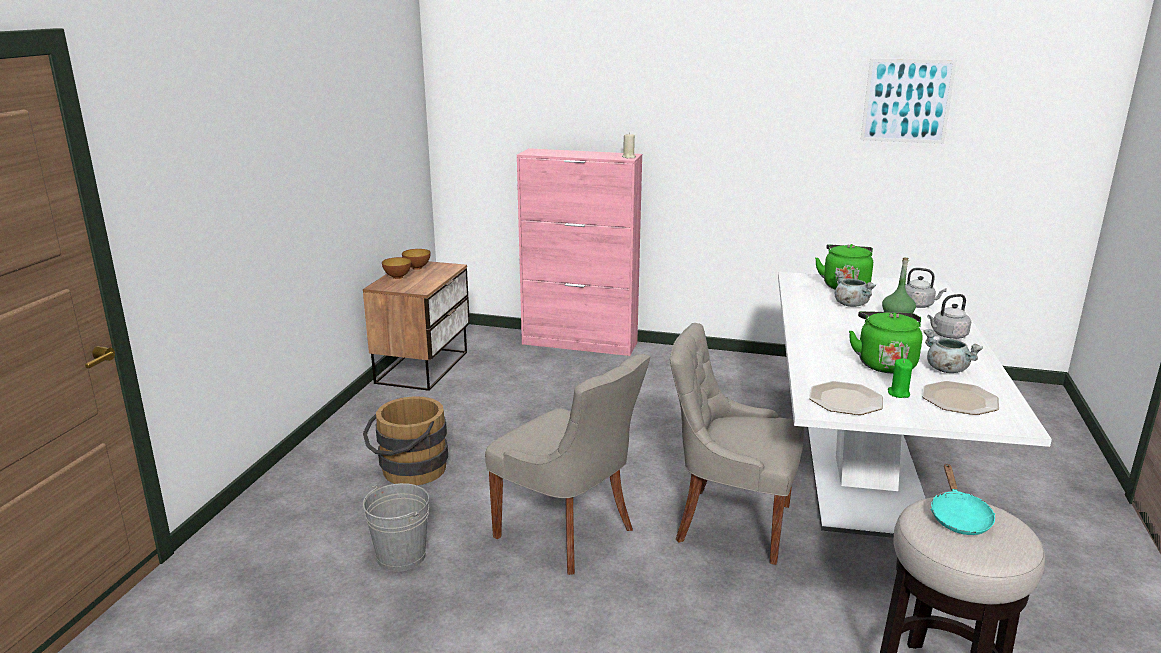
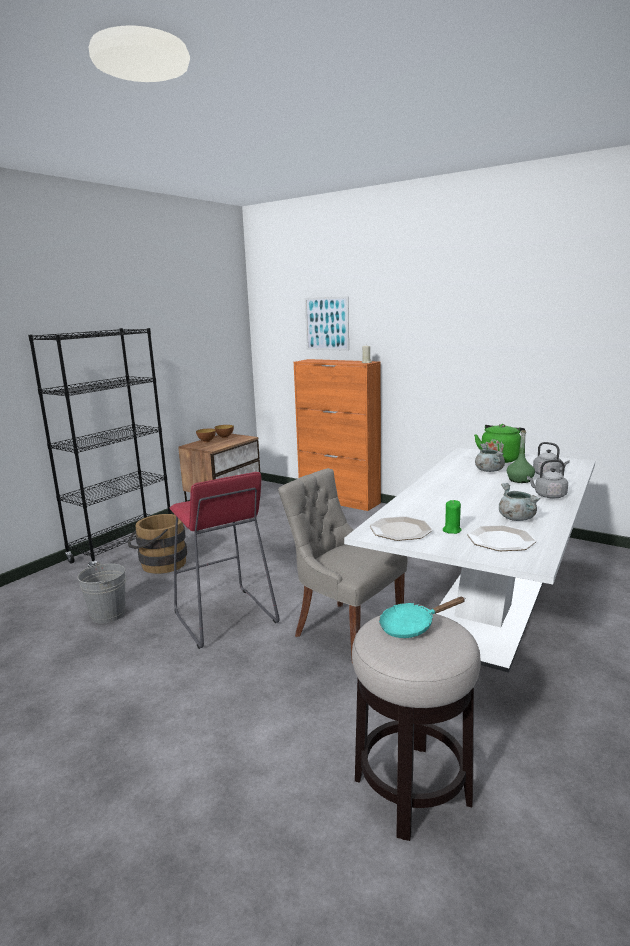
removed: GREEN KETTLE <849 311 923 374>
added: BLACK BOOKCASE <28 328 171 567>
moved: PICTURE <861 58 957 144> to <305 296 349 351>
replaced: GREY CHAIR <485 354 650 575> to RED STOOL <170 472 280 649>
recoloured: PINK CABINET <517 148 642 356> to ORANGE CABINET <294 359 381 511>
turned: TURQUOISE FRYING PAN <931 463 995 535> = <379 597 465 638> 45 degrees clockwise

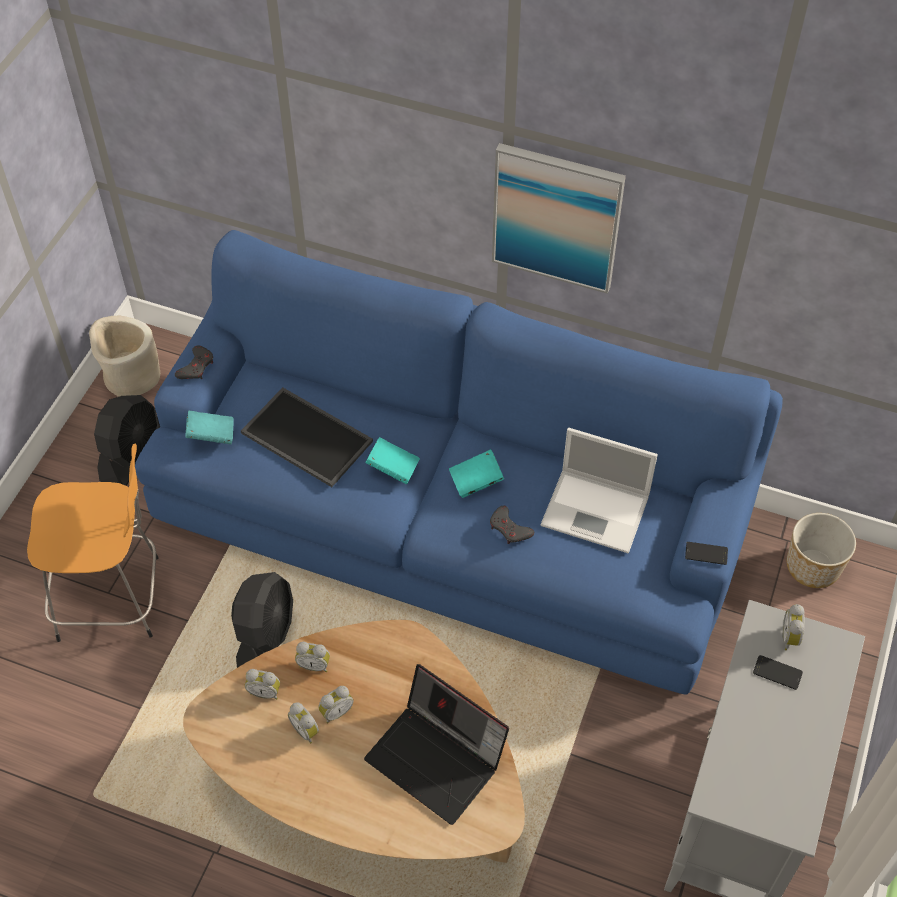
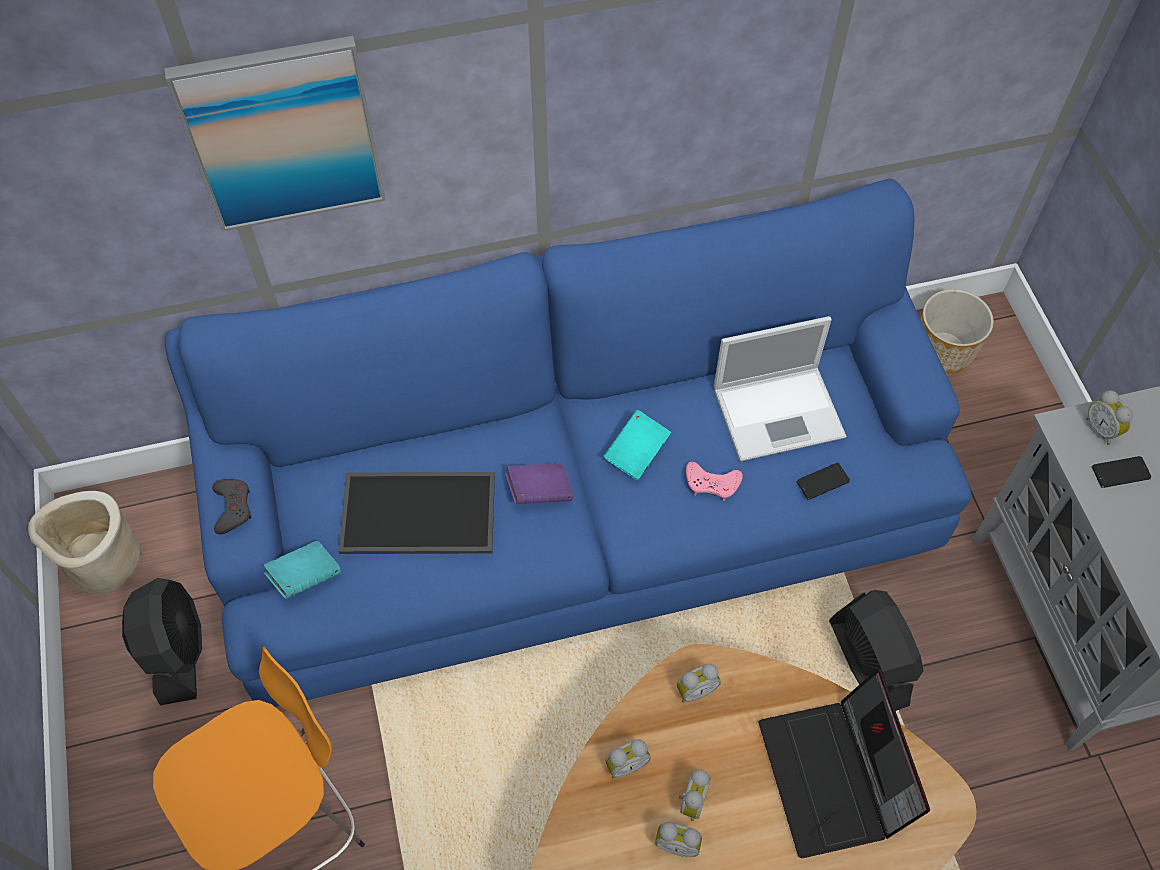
moved: PICTURE <492 143 626 294> to <164 36 386 231>; PHONE <685 542 728 565> to <797 463 850 500>; BLACK FAN <231 572 293 668> to <829 590 924 711>; ALARM CLOCK <245 669 280 700> to <677 664 721 703>
recoloured: TURQUOISE BOOK <366 437 420 484> to PURPLE BOOK <506 463 574 504>; GREY GAME CONTROLLER <490 505 534 544> to PINK GAME CONTROLLER <686 462 743 501>
turned: LAPTOP <364 664 509 825> = <758 669 930 858> 75 degrees clockwise

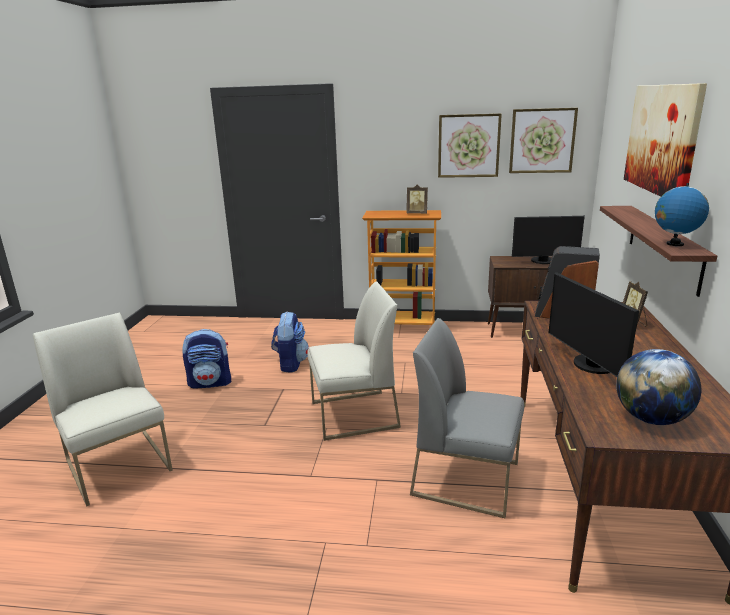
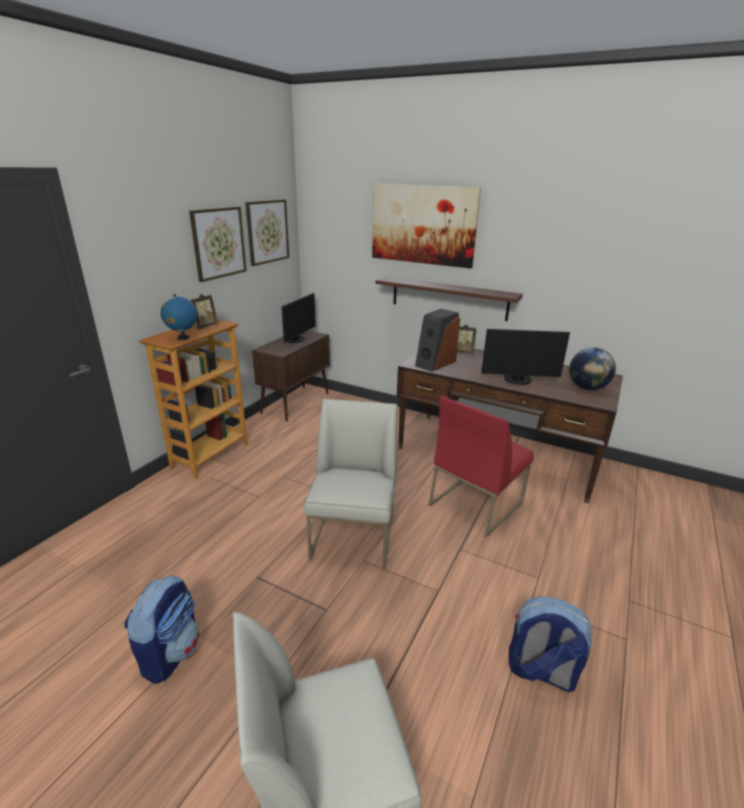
moved: GLOBE <655 183 709 246> to <161 294 198 340>; BACKPACK <271 312 309 373> to <509 597 592 692>
recoloured: GREY CHAIR <410 318 524 518> to RED CHAIR <428 396 534 537>

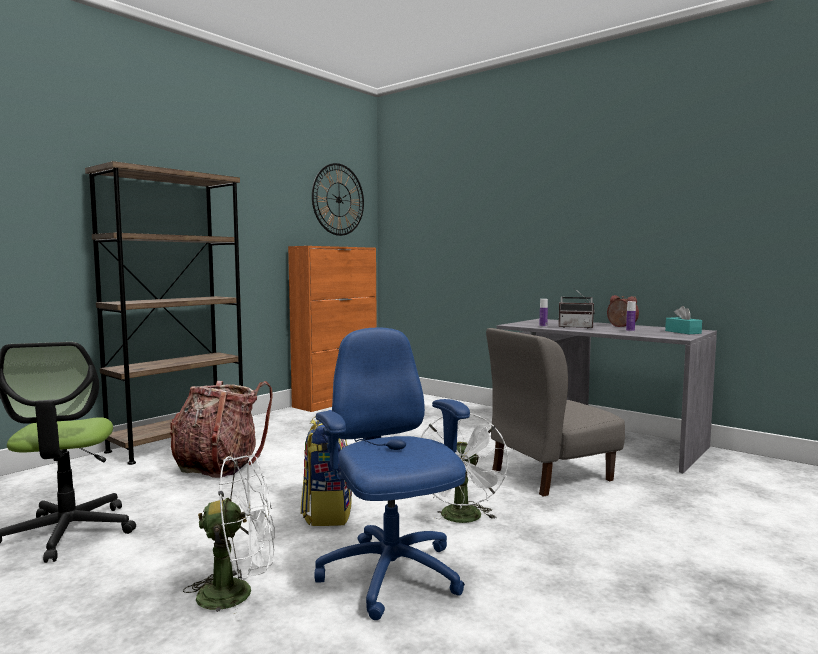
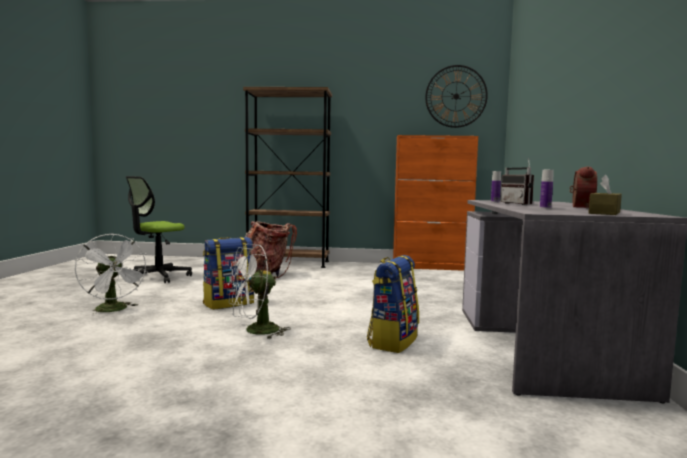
removed: BLUE OFFICE CHAIR <314 327 470 620>
replaced: GREY CHAIR <486 328 625 497> to BACKPACK <367 255 419 353>
recoloured: TURQUOISE TISSUE BOX <665 306 702 334> to BROWN TISSUE BOX <588 175 622 215>

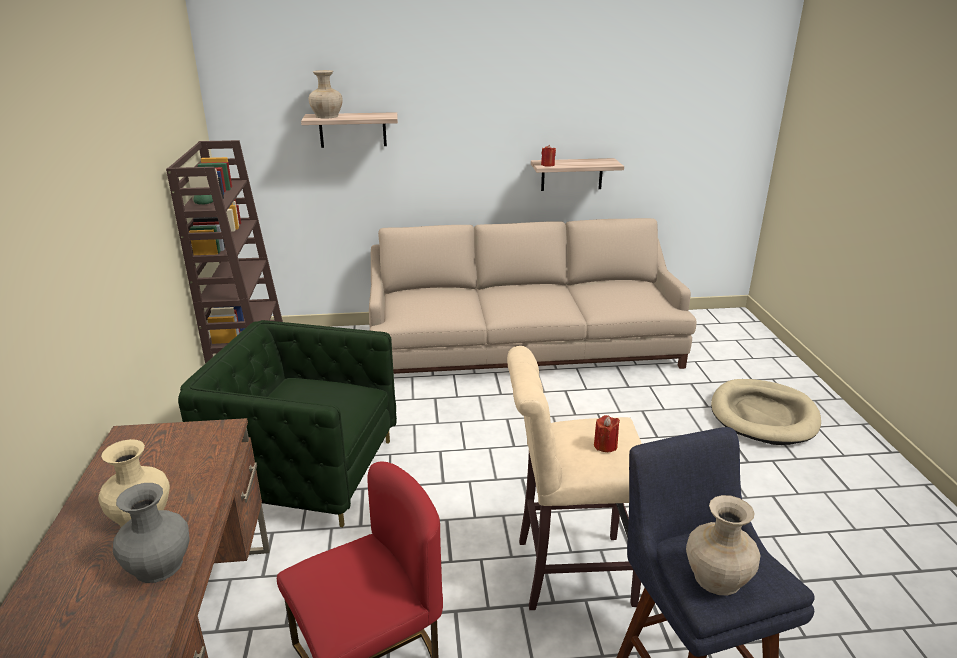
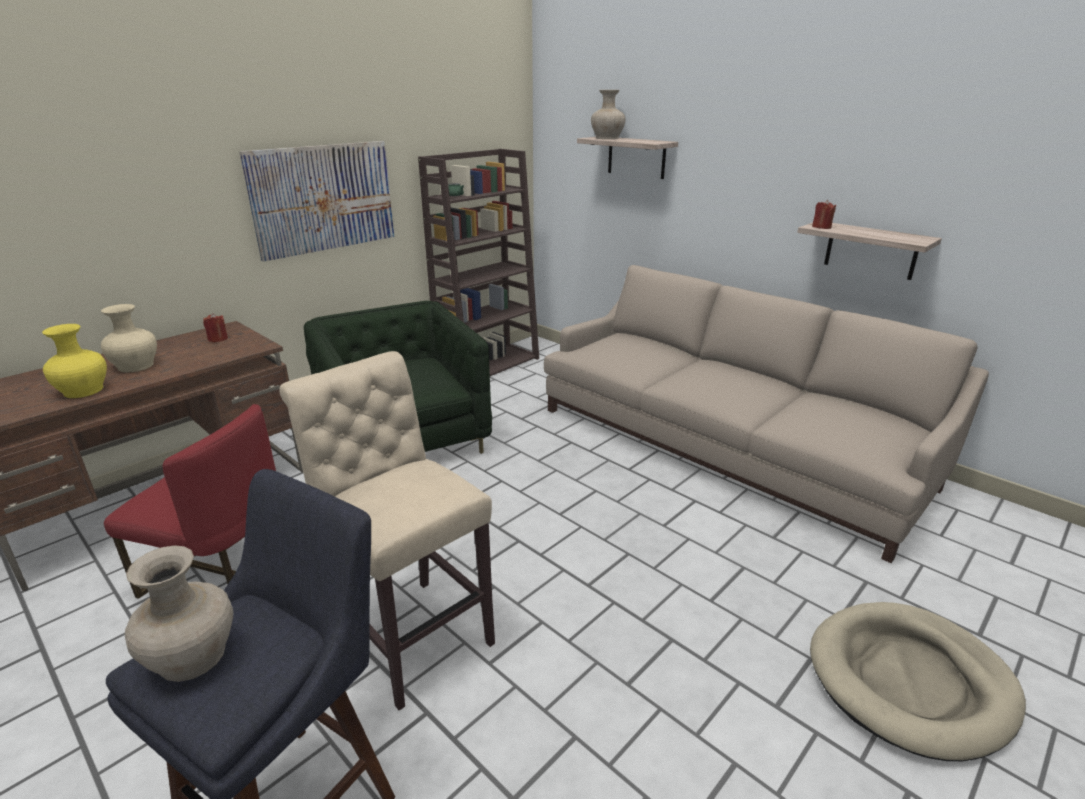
added: PICTURE <239 141 394 262>
moved: RED CANDLE <594 415 620 452> to <203 313 228 342>
recoloured: GREY VASE <113 483 190 583> to YELLOW VASE <42 324 107 398>

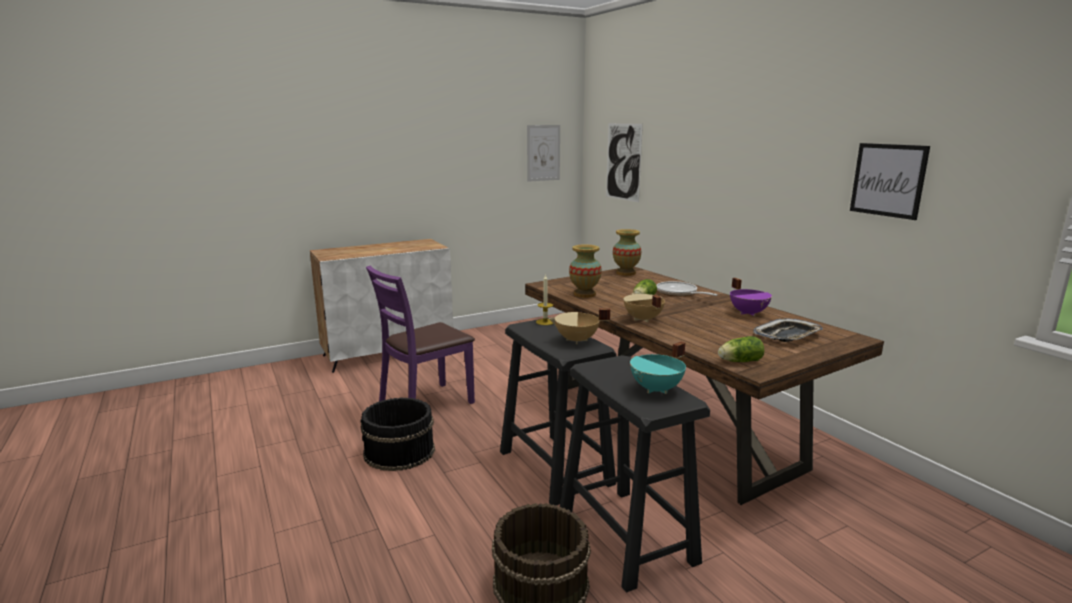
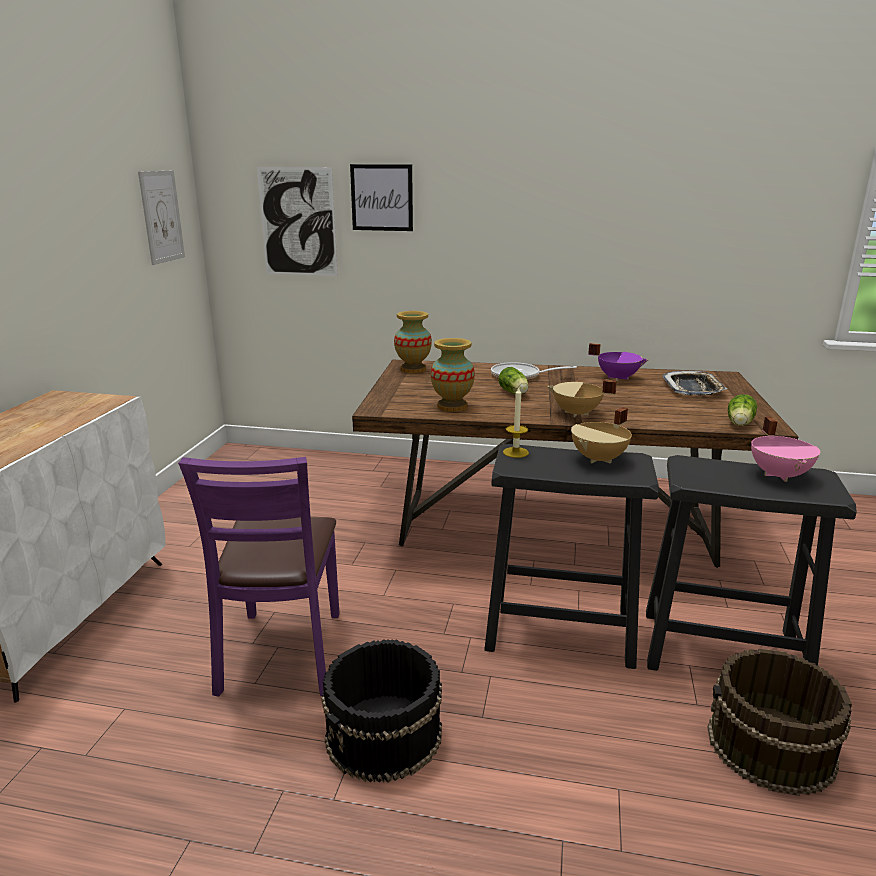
moved: PICTURE <850 143 930 220> to <350 164 413 231>
recoloured: TURQUOISE COOKING POT <630 342 686 394> to PINK COOKING POT <751 417 820 482>

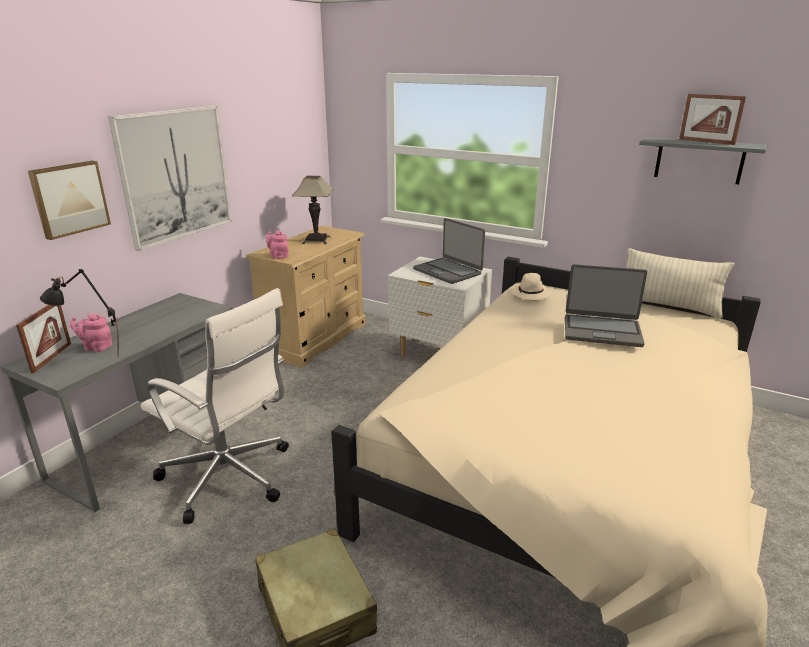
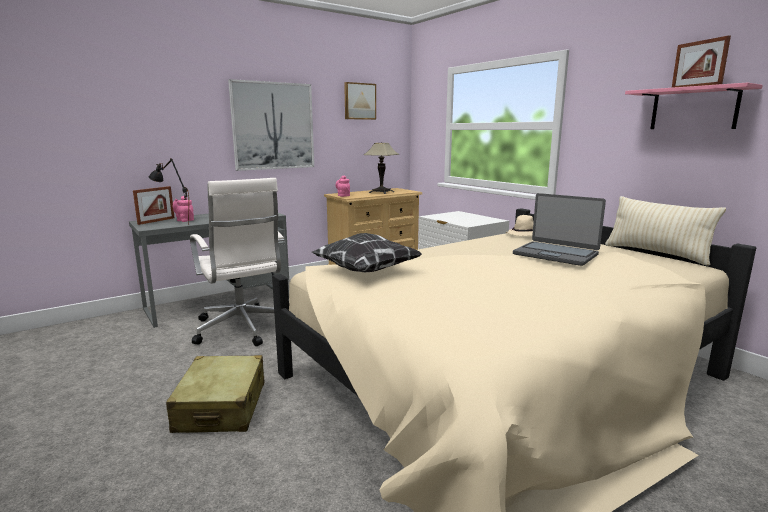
removed: LAPTOP <413 218 485 284>
added: PILLOW <312 233 422 272>
moved: PICTURE <28 161 111 240> to <344 82 376 120>
recoloured: GREY SHELF <639 137 766 184> to PINK SHELF <625 82 763 129>

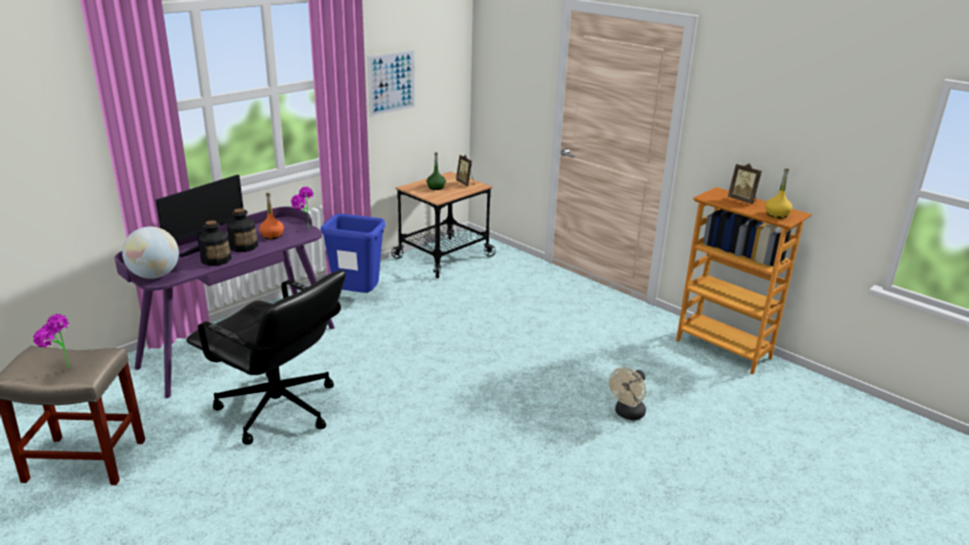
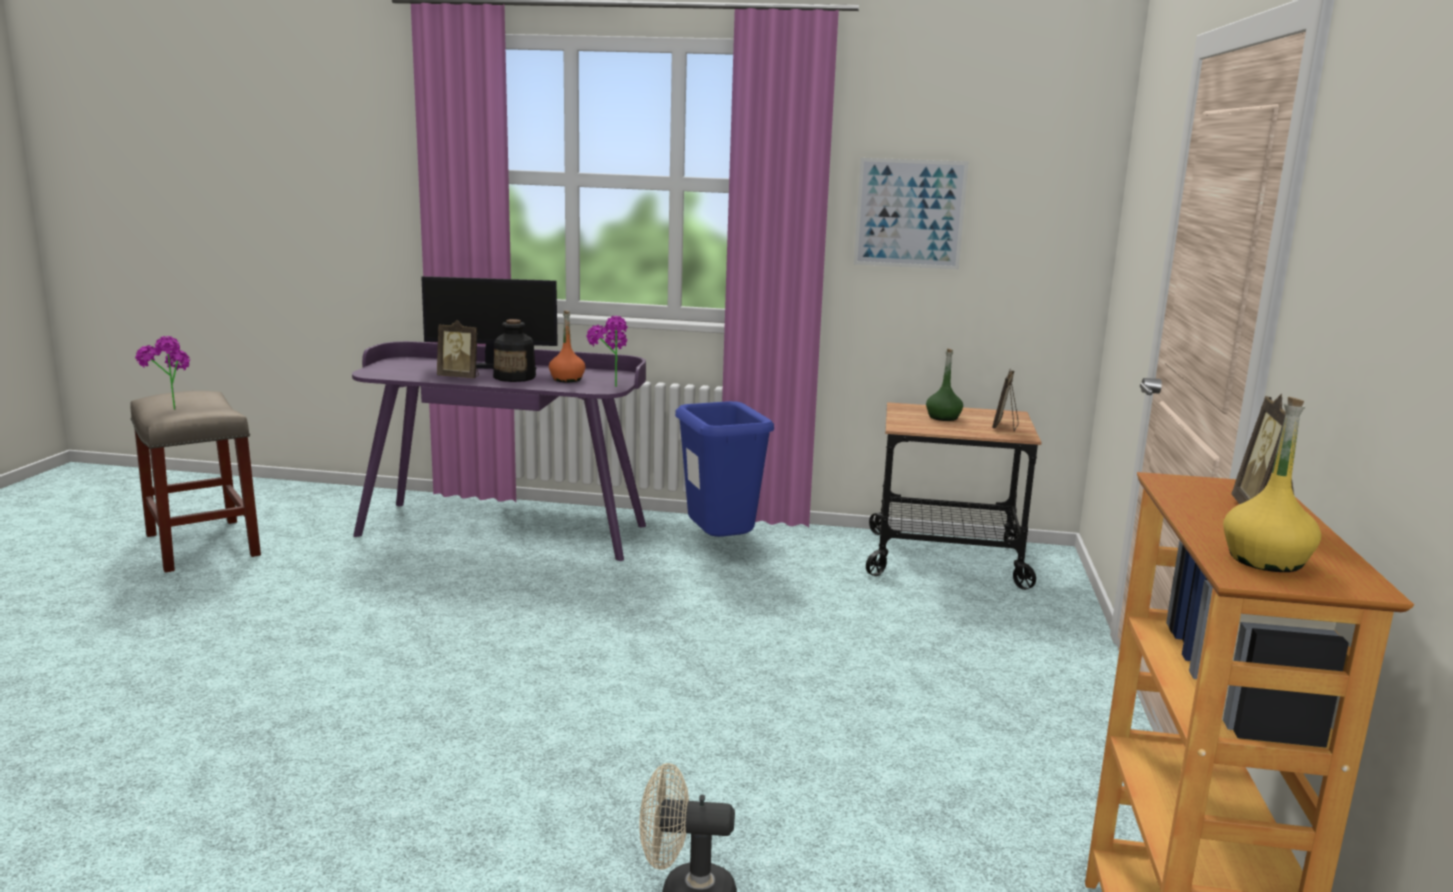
removed: GLOBE <122 227 179 279>; BLACK OFFICE CHAIR <186 270 346 445>
replaced: BOTTLE <199 220 232 266> to PICTURE FRAME <437 320 479 378>

